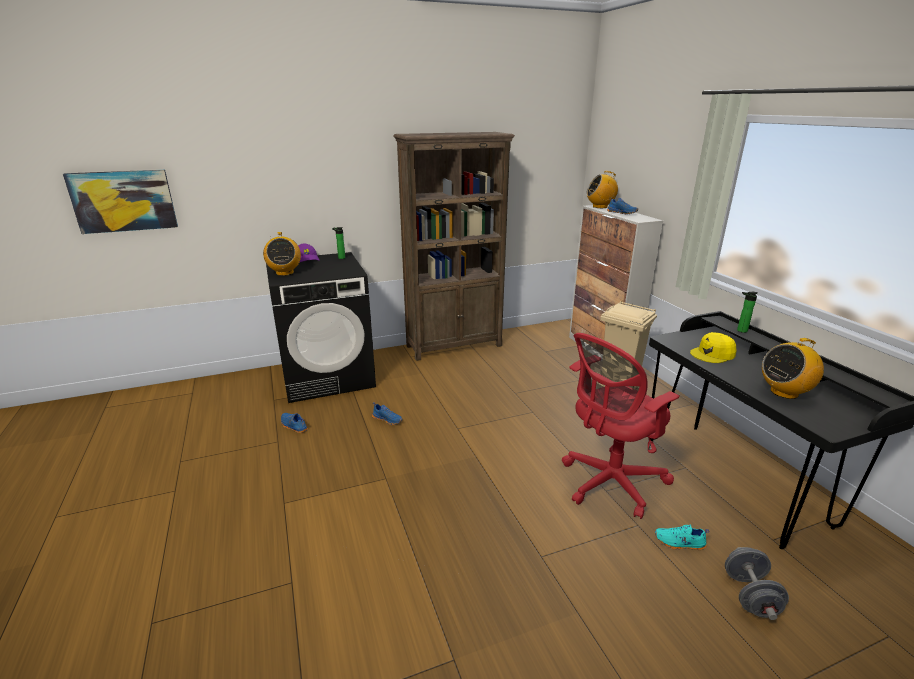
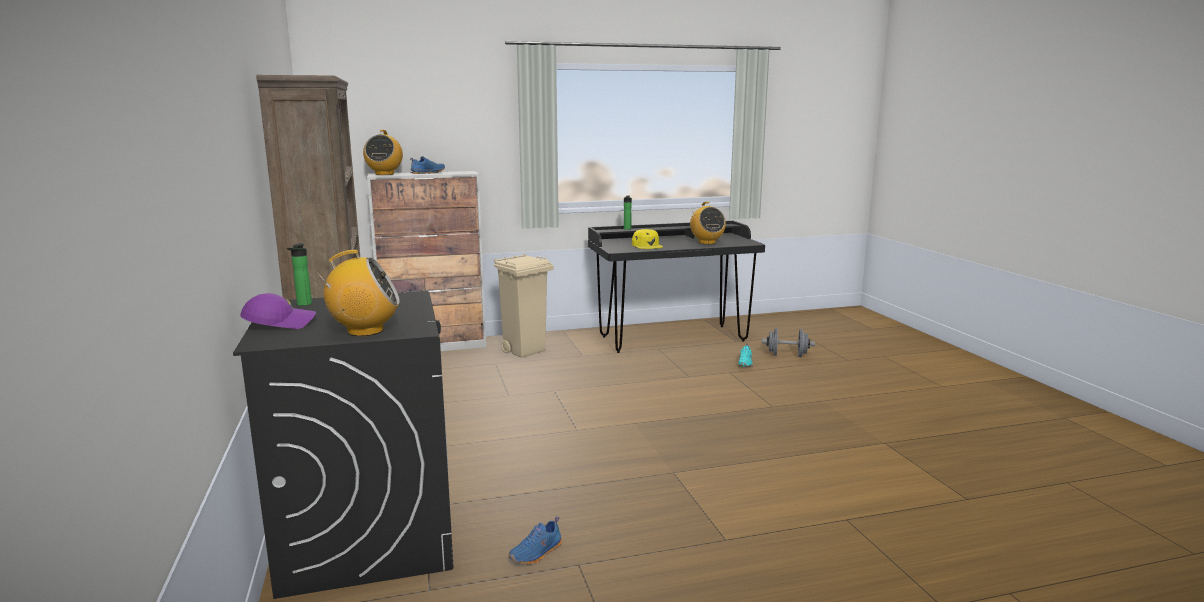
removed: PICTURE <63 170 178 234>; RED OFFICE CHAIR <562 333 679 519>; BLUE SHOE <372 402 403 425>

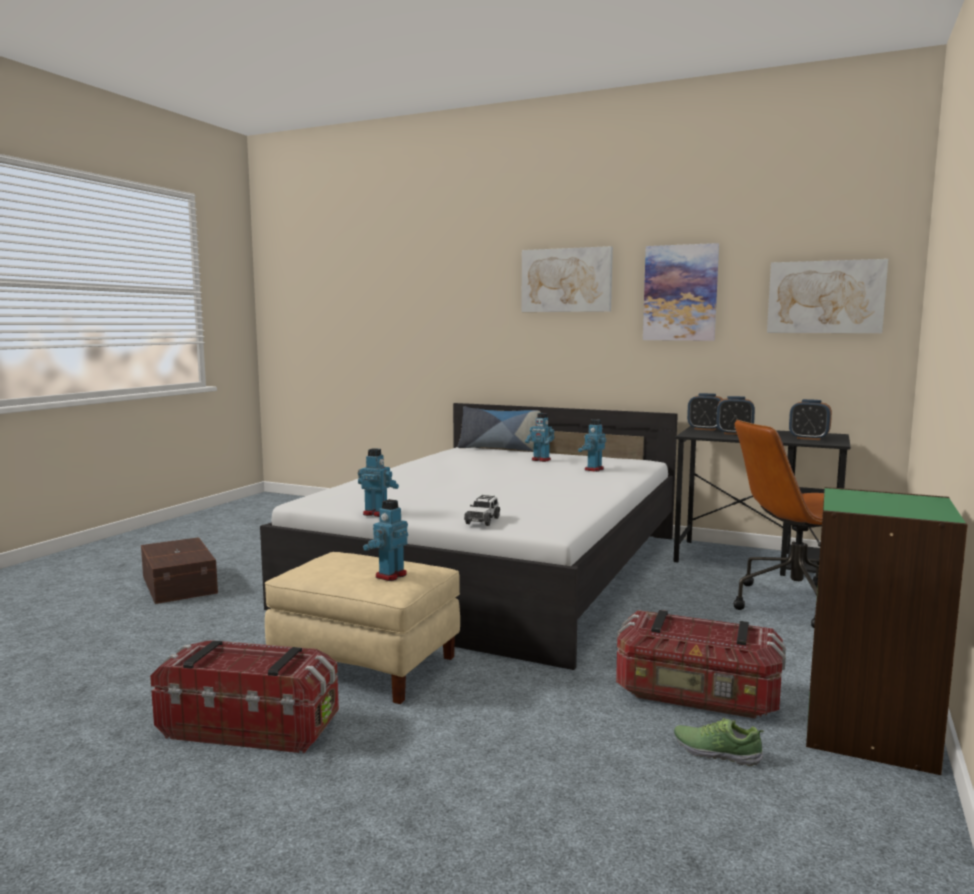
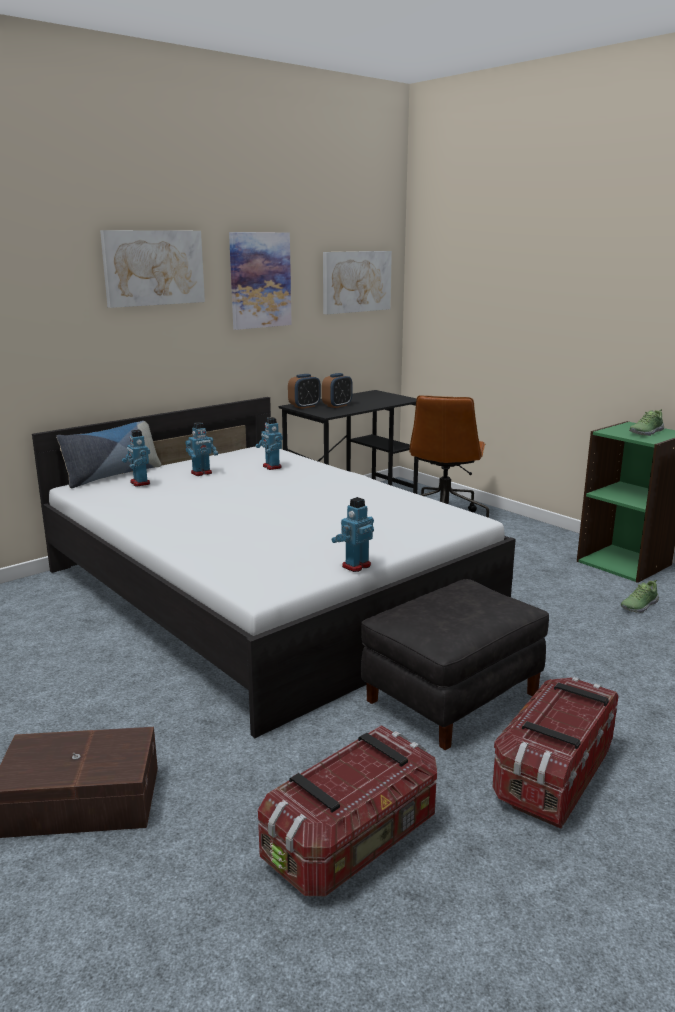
removed: ALARM CLOCK <789 399 832 440>; TOY CAR <464 495 500 526>
added: SHOE <629 409 664 436>
moved: TOY ROBOT <363 499 408 581> to <122 430 150 487>; STORAGE BOX <616 610 786 719> to <258 725 437 896>
recoloured: BEIGE OTTOMAN <265 552 460 704> to BLACK OTTOMAN <361 579 549 750>

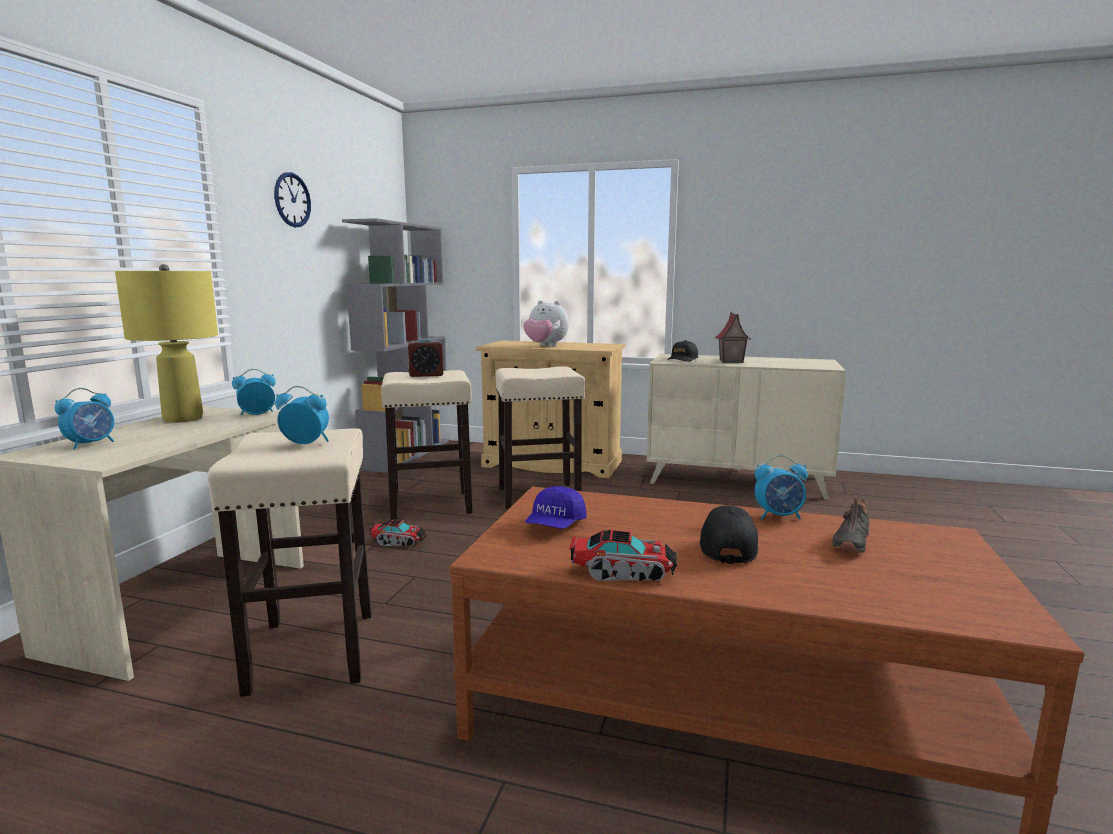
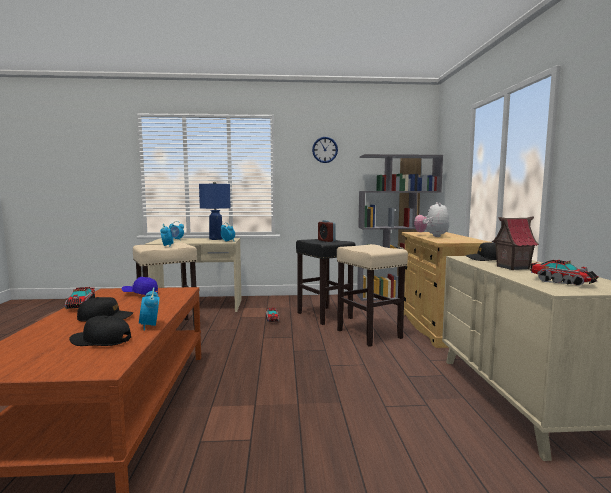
added: TOY TRUCK <530 260 599 286>
replaced: BLACK SHOE <832 496 869 553> to BLACK CAP <69 316 131 346>
recoloured: YELLOW TABLE LAMP <115 264 218 423> to BLUE TABLE LAMP <199 182 231 240>; BEIGE STOOL <381 370 472 520> to BLACK STOOL <296 239 356 325>

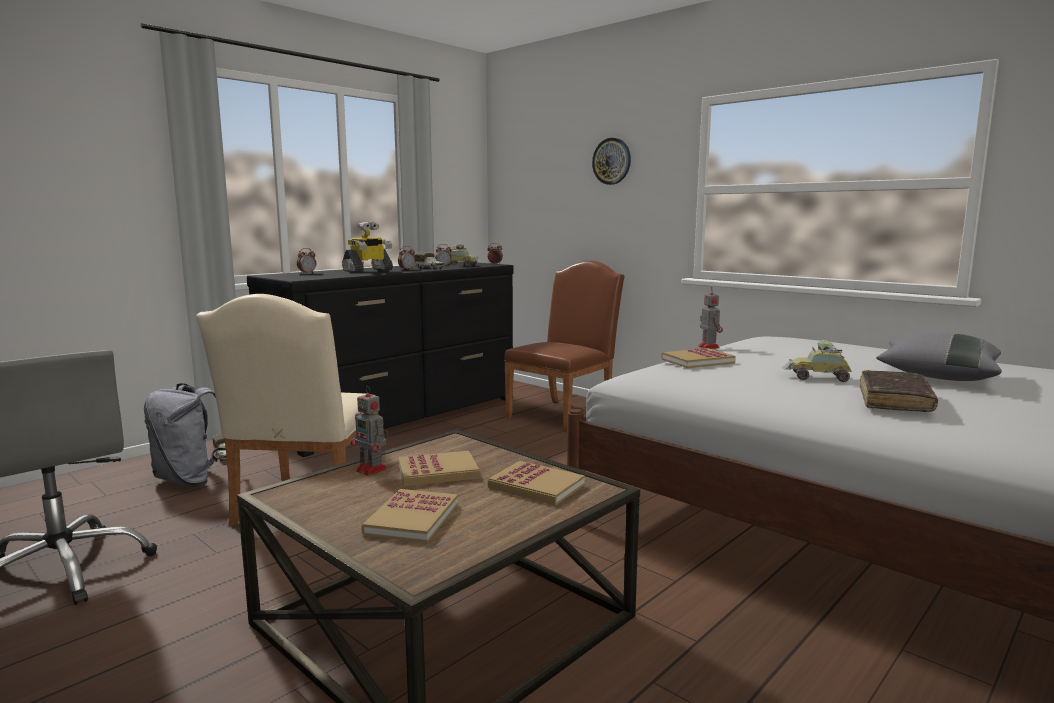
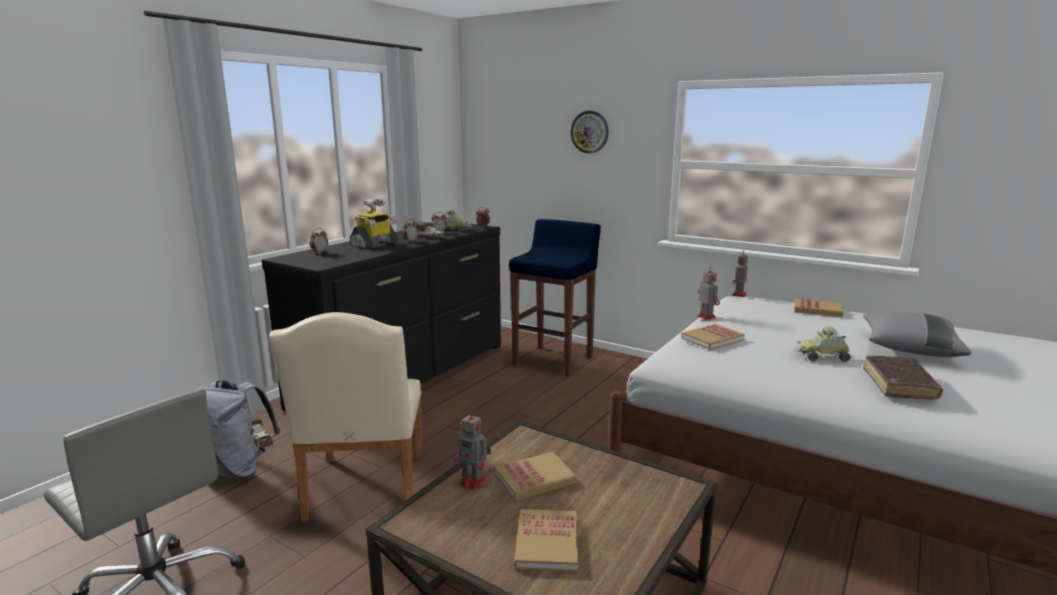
added: TOY ROBOT <731 250 748 297>
moved: BOOK <488 461 585 506> to <794 298 843 317>
replaced: BROWN CHAIR <504 260 625 432> to BLUE STOOL <509 219 601 377>

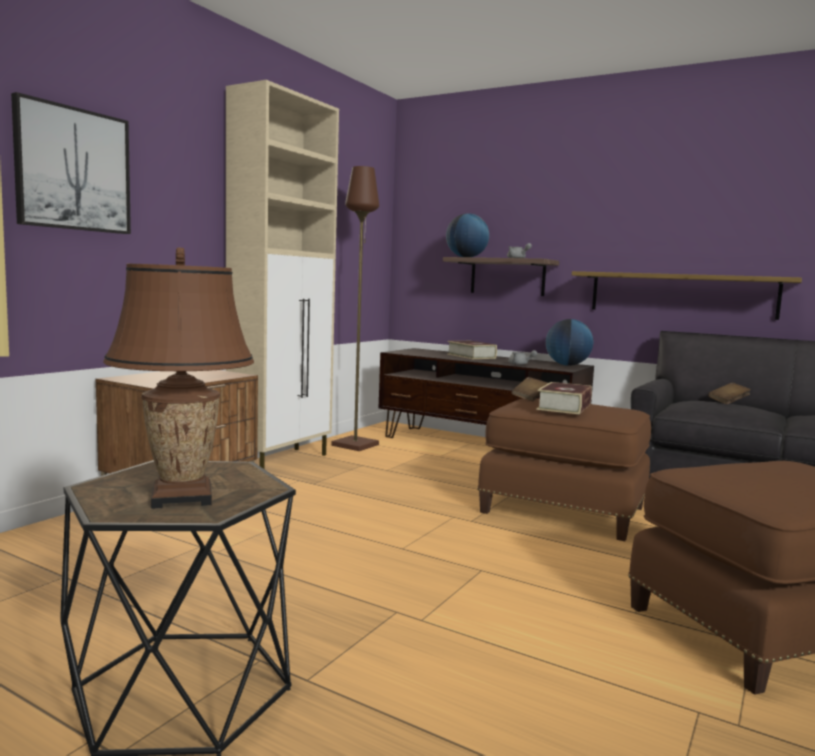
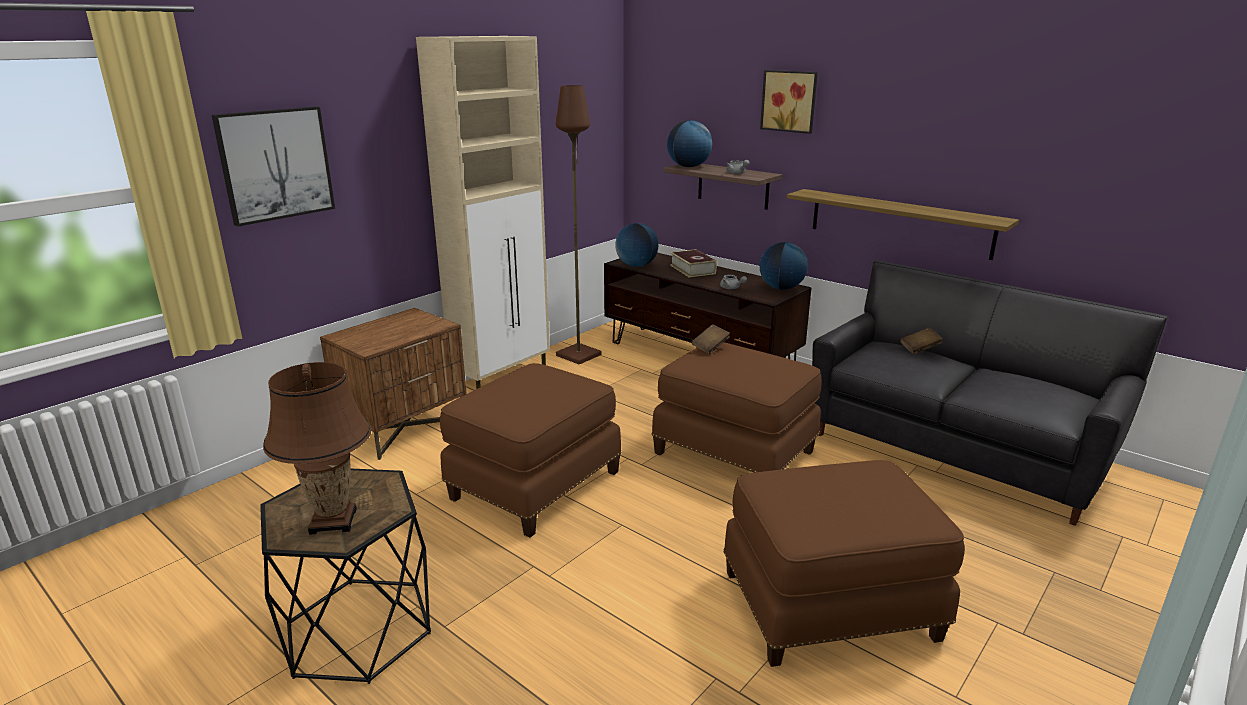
removed: BOOK <536 382 592 415>
added: PICTURE <760 70 818 134>; GLOBE <615 223 658 267>; BROWN OTTOMAN <440 363 621 538>

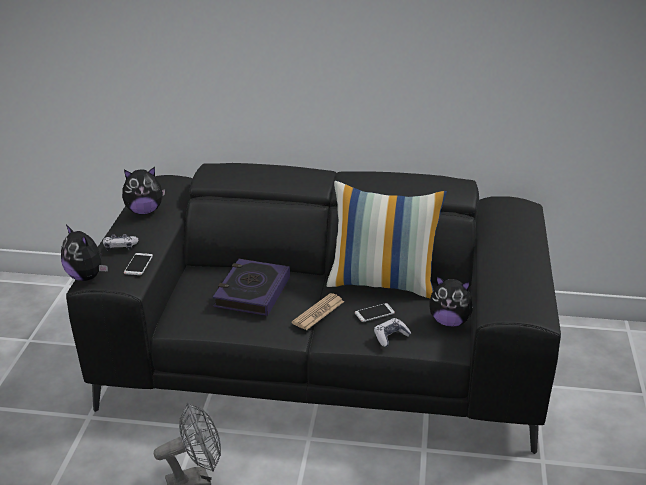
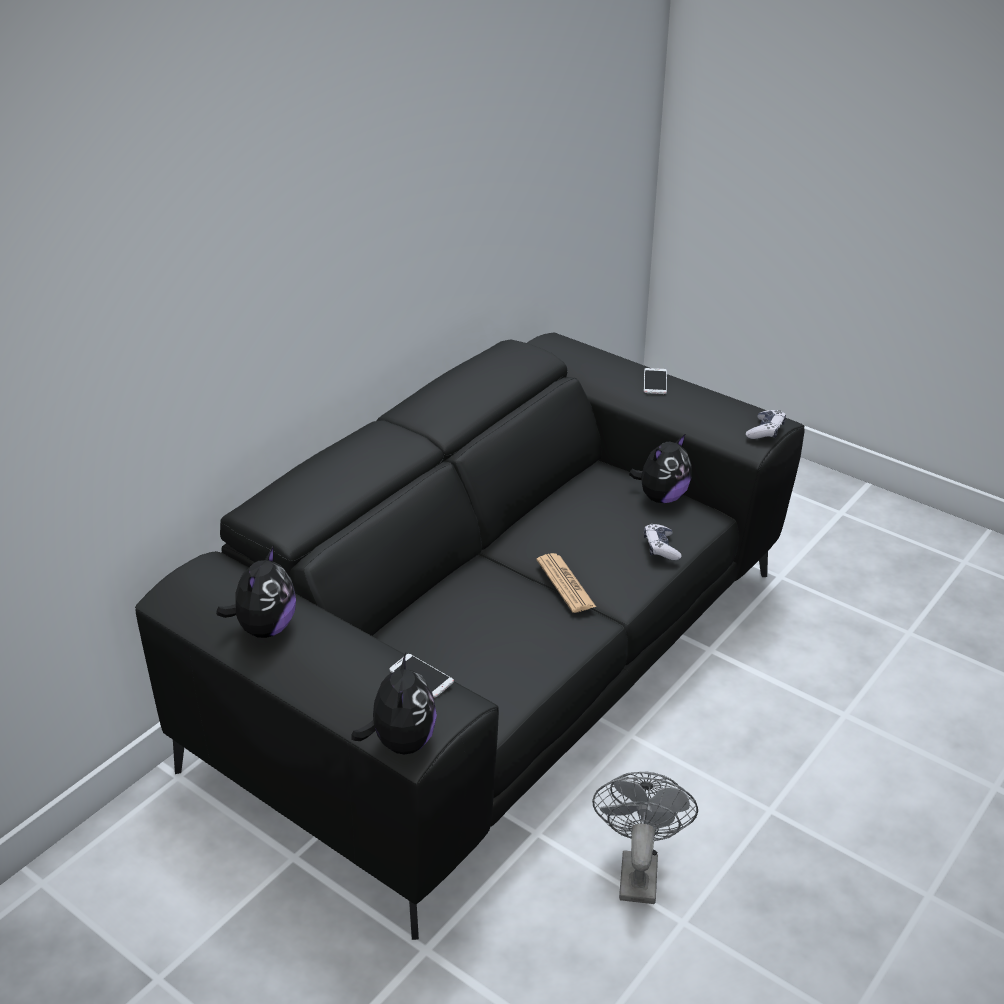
removed: PILLOW <327 181 447 298>; BOOK <213 259 290 316>
moved: GAME CONTROLLER <103 234 138 250> to <746 410 786 439>; PHONE <355 303 395 322> to <644 368 667 394>
turned: PLUSH TOY <61 224 108 281> = <351 653 437 755> 75 degrees counterclockwise

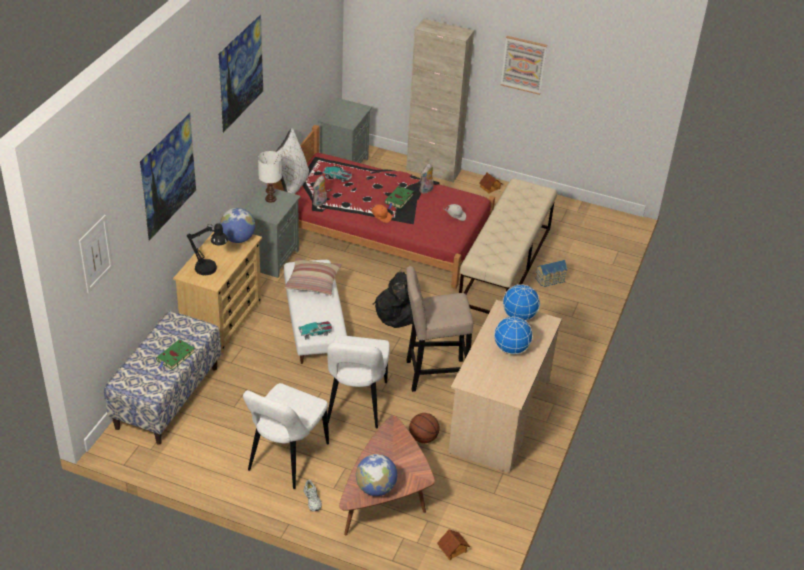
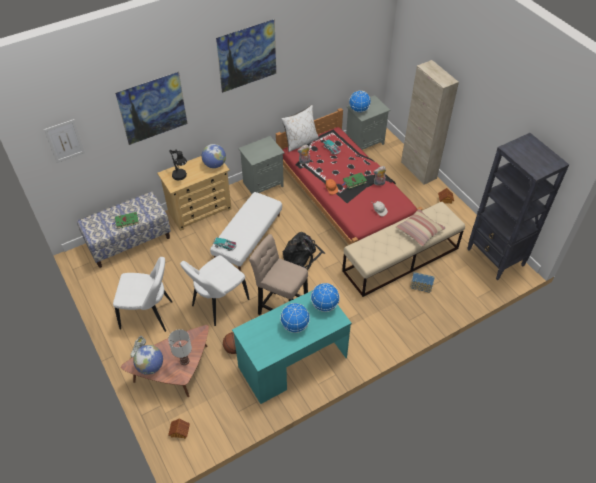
removed: PICTURE <500 36 547 95>
added: GLOBE <349 90 371 113>; BLACK BOOKCASE <467 133 569 280>
moved: WHITE TABLE LAMP <258 151 282 202> to <168 329 192 365>; PILLOW <285 258 341 296> to <396 209 445 247>
recoloured: BEIGE DESK <448 300 562 473> to TURQUOISE DESK <232 290 352 404>
turned: WHITE CHAIR <243 383 329 489> = <113 257 172 332> 150 degrees counterclockwise

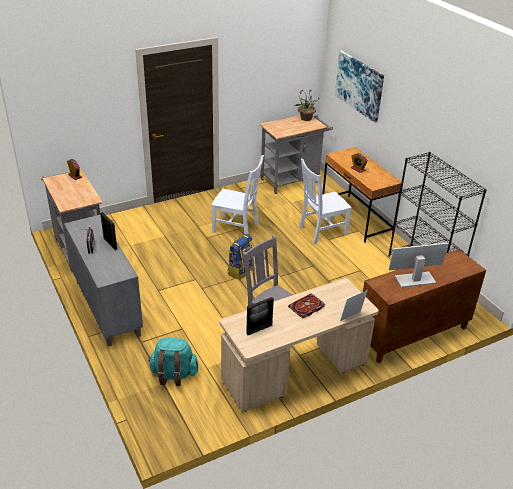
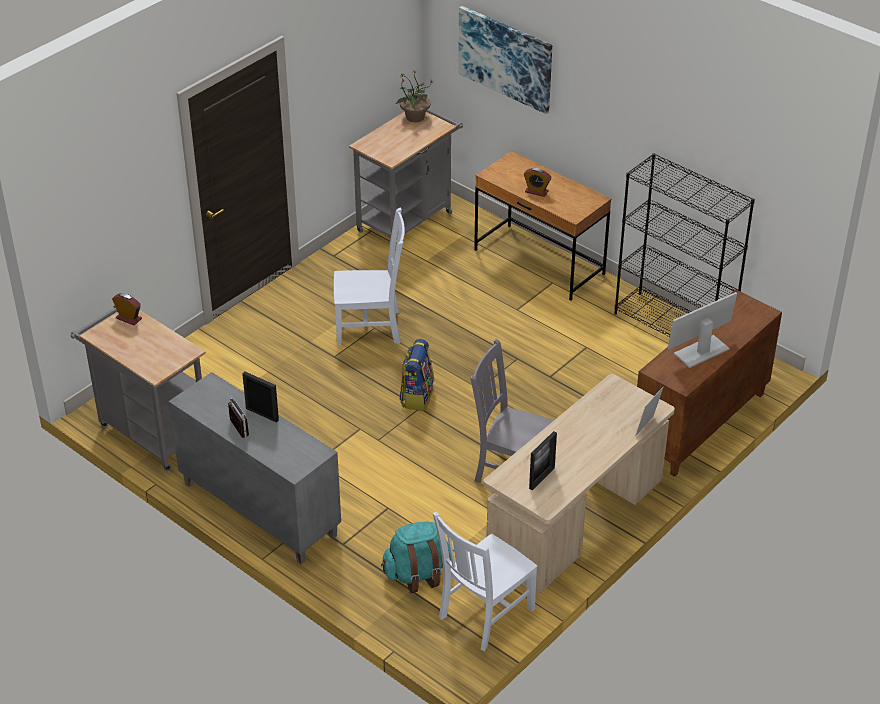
removed: BOOK <288 293 325 319>
moved: WHITE CHAIR <299 159 352 244> to <433 512 537 651>

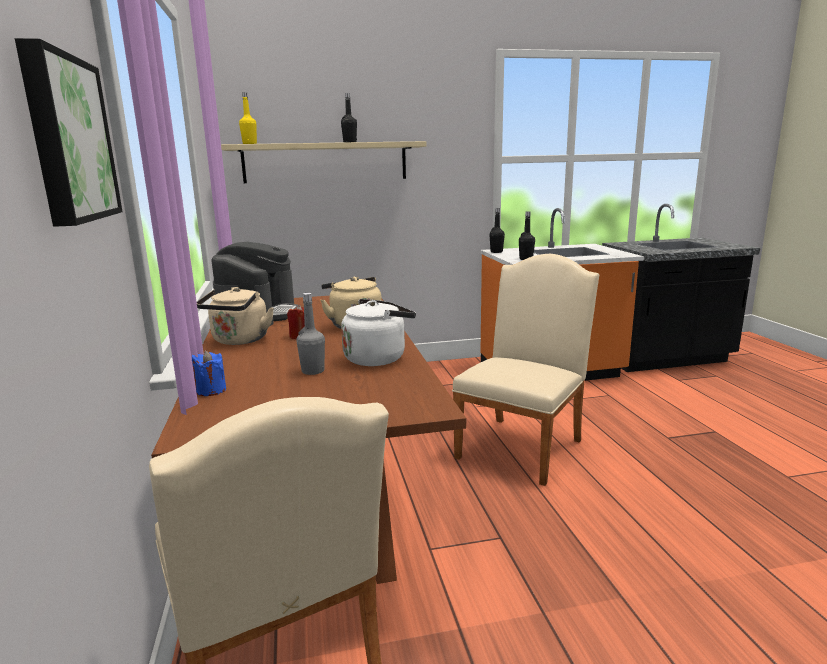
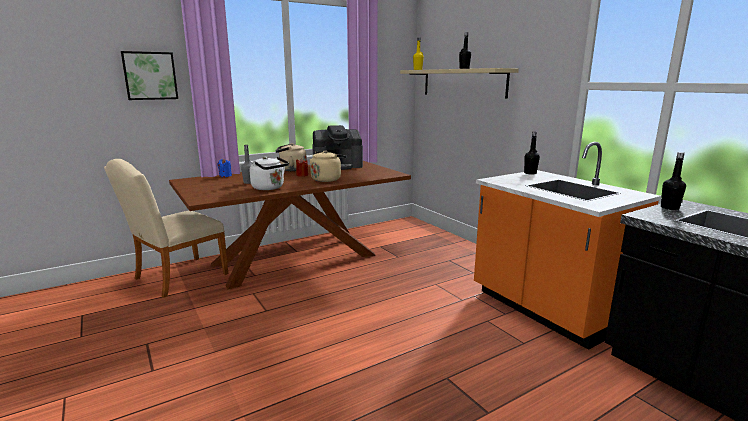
removed: BEIGE CHAIR <452 254 599 486>
moved: BLACK BOTTLE <519 212 535 260> to <661 152 686 210>

